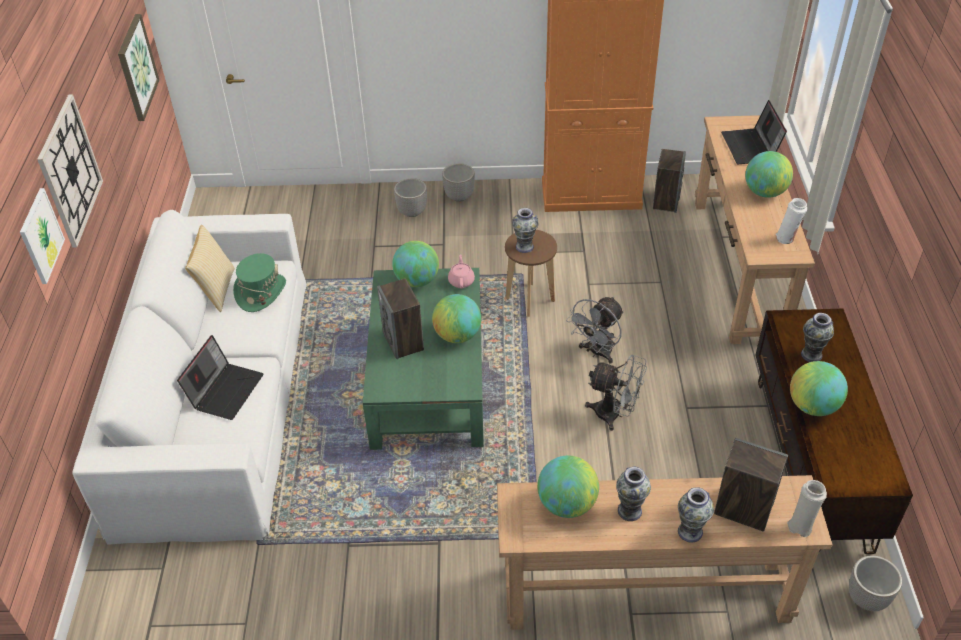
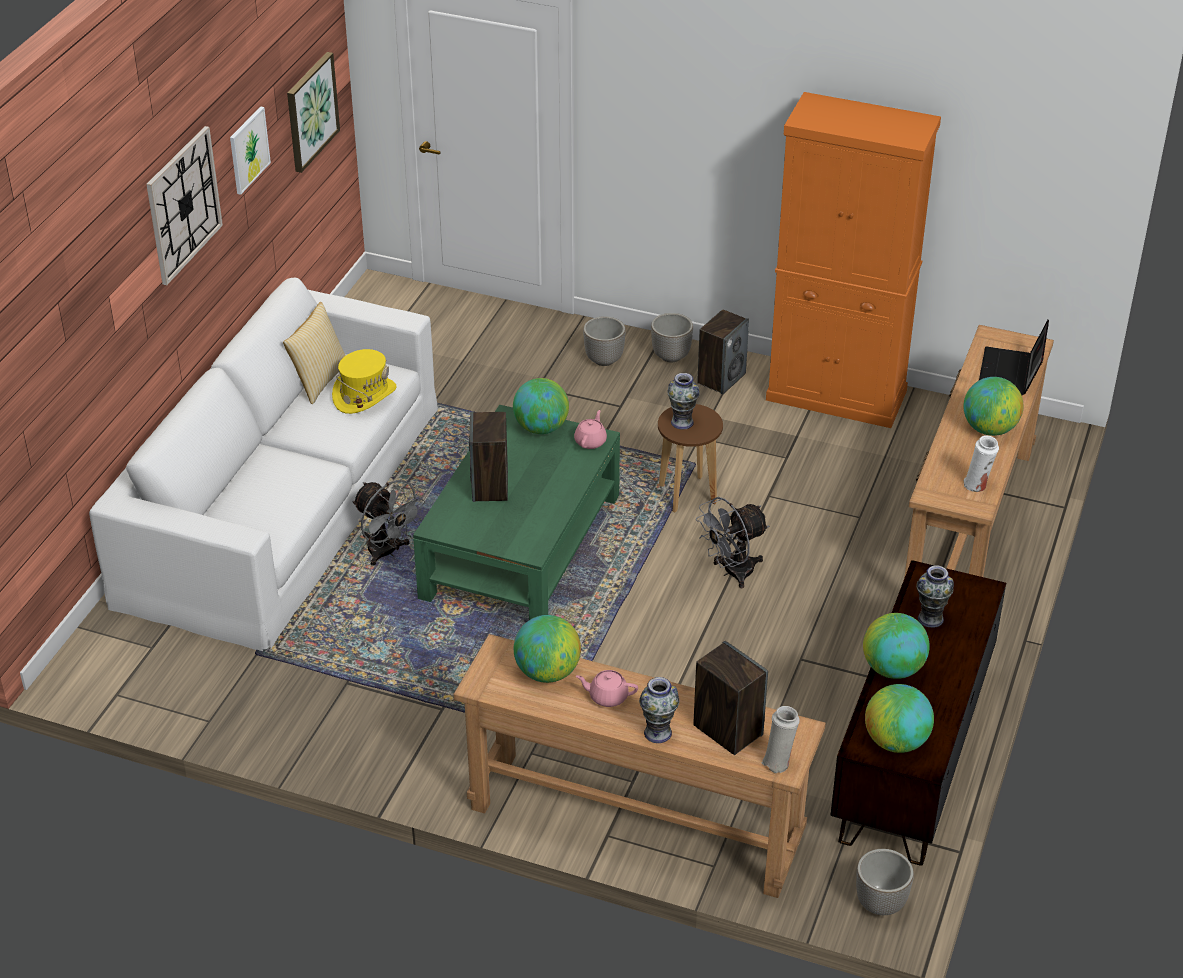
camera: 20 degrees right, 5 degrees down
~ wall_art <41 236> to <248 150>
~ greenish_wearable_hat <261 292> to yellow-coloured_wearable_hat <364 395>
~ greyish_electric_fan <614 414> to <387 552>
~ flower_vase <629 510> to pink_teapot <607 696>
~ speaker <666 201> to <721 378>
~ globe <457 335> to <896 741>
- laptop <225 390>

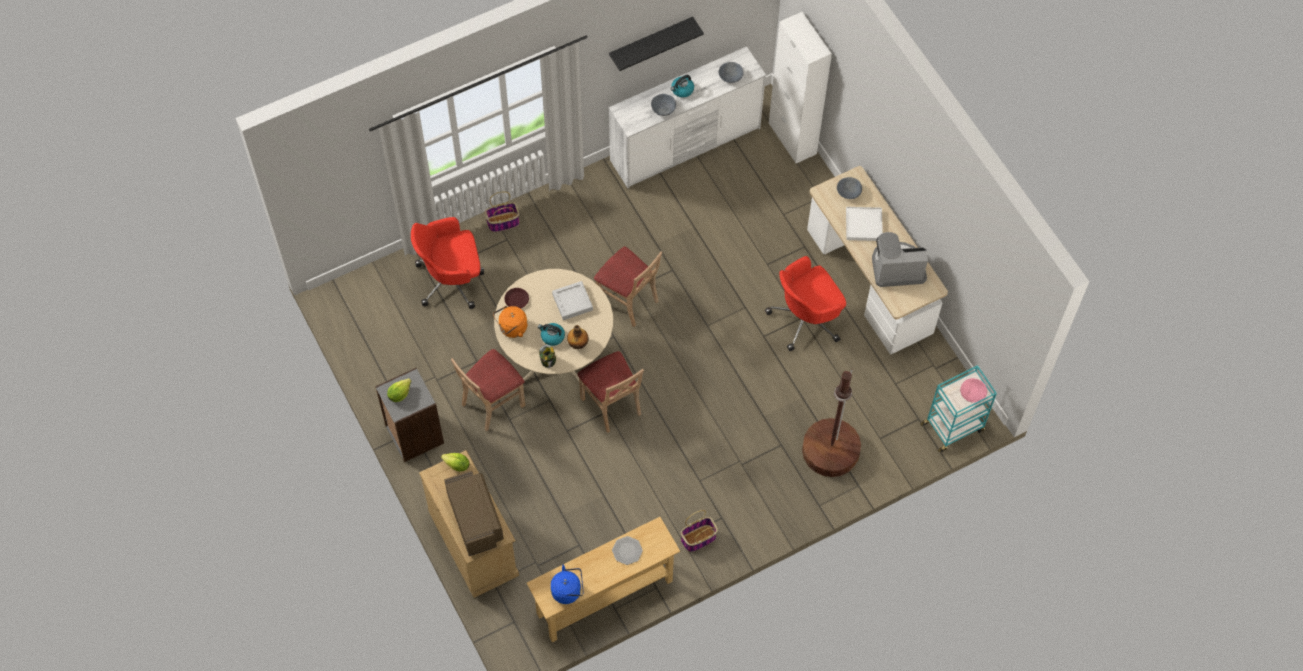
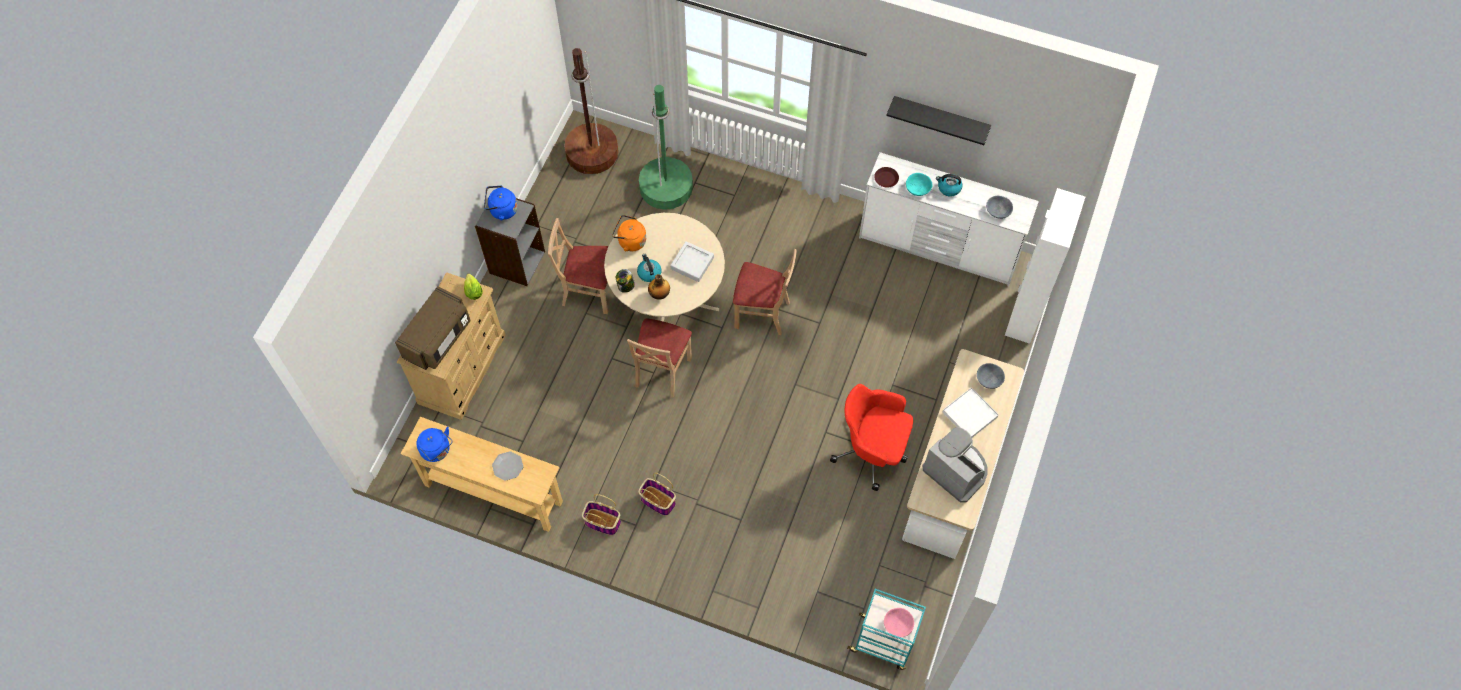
camera: 50 degrees right, 0 degrees up
~ lettuce <399 394> to blue-coloured_kettle <502 210>
~ brown_floor_lamp <830 451> to <592 153>
~ reddish_office_chair <451 279> to greenish_floor_lamp <666 187>
~ basket <502 222> to <657 501>
~ sand-coloured_upright_chair <628 301> = <762 313> 75 degrees counterclockwise
~ brown_dinner_plate <516 300> to <886 179>
~ greyish_bowl <663 108> to blue-green_bowl <918 188>

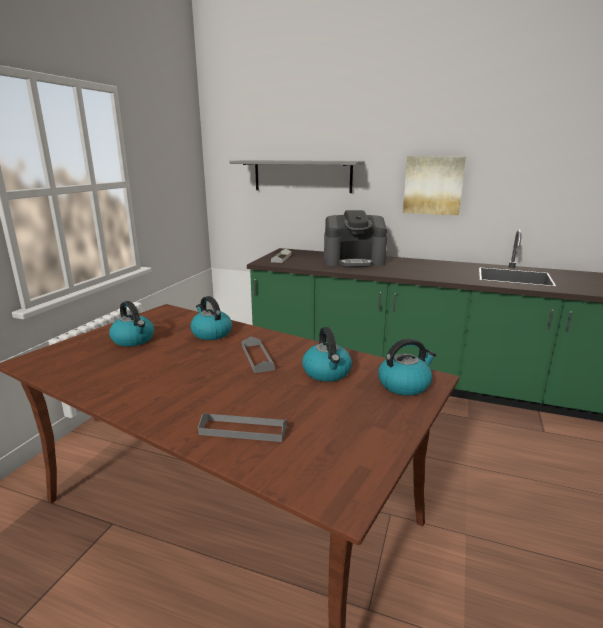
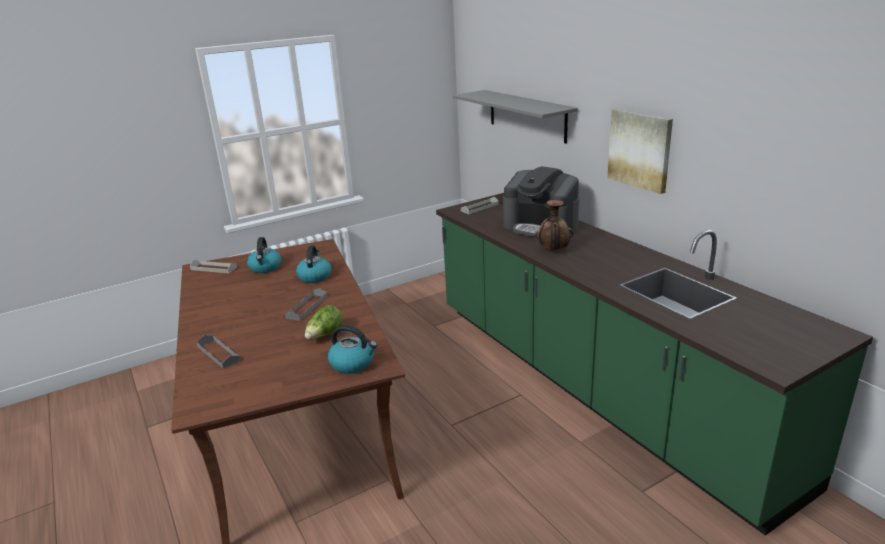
camera: 40 degrees right, 5 degrees up
+ greyish_tray <213 268>
~ kettle <327 373> to lettuce <325 335>
+ flower_vase <553 250>

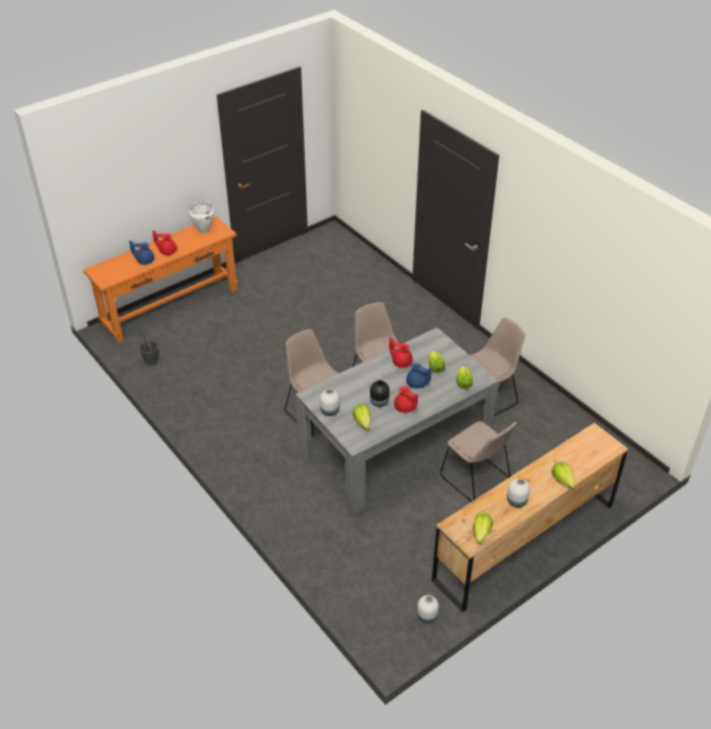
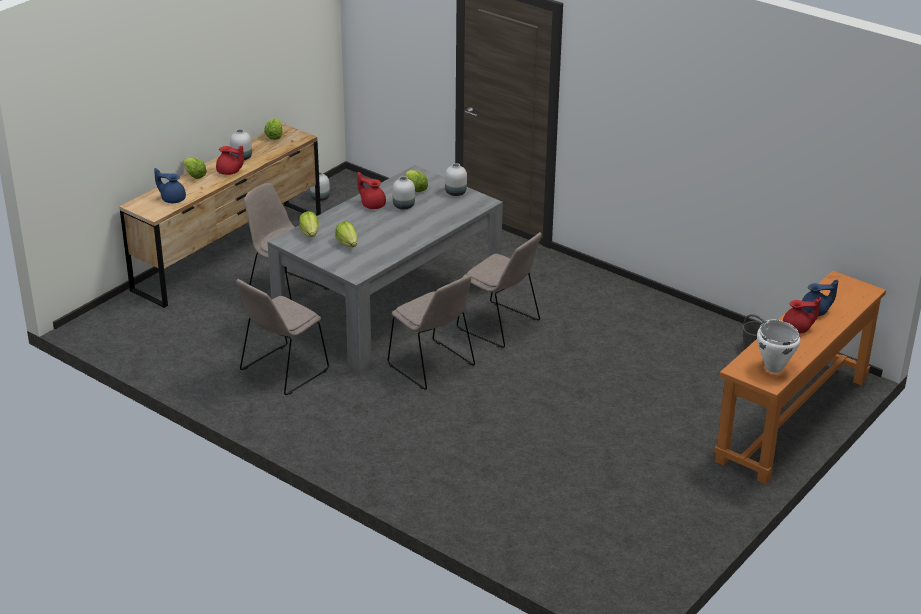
camera: 165 degrees right, 10 degrees down
~ blue-coloured_teapot <417 384> to <172 199>
~ reddish_teapot <401 362> to <229 172>
~ blackish_flower_vase <380 402> to white_flower_vase <403 206>

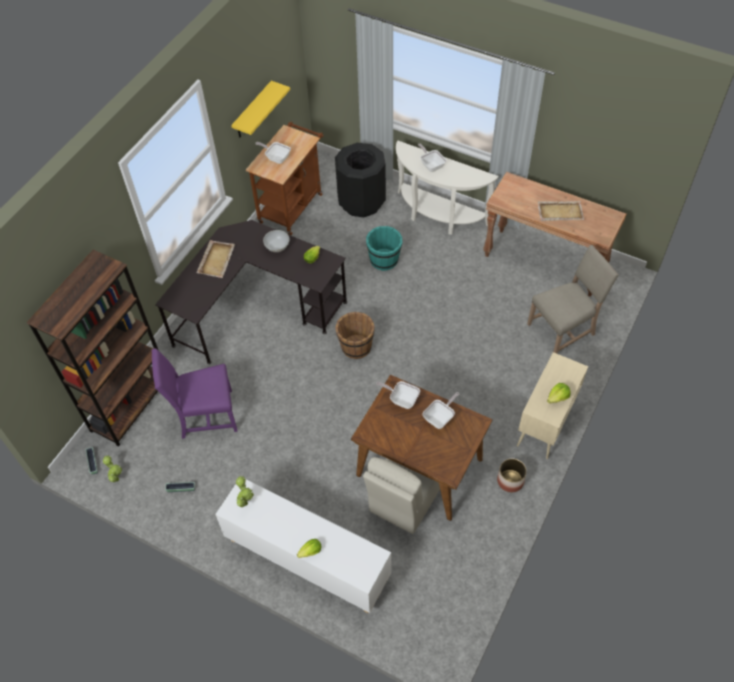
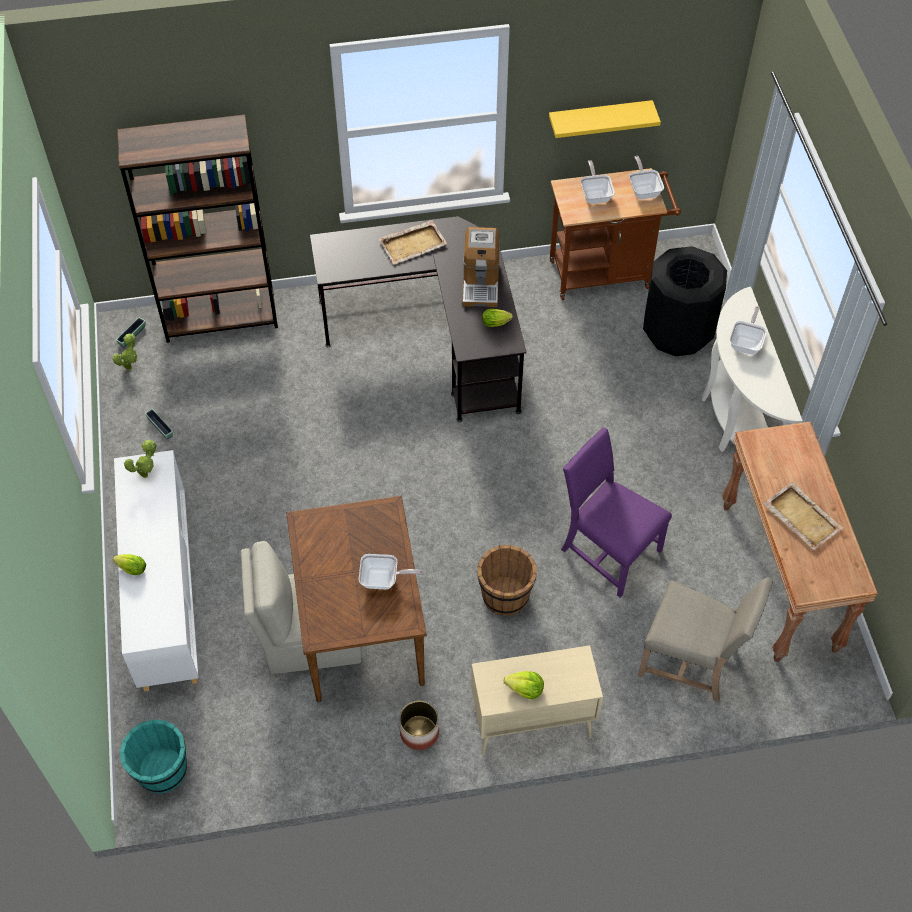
camera: 50 degrees right, 0 degrees up
~ blue-green_bucket <384 260> to <162 771>
~ white_bowl <277 247> to coffee_brewer <481 282>
~ brown_bucket <356 346> to <505 595>
~ purple-coloured_upright_chair <205 415> to <607 550>
~ skillet <401 399> to <644 190>

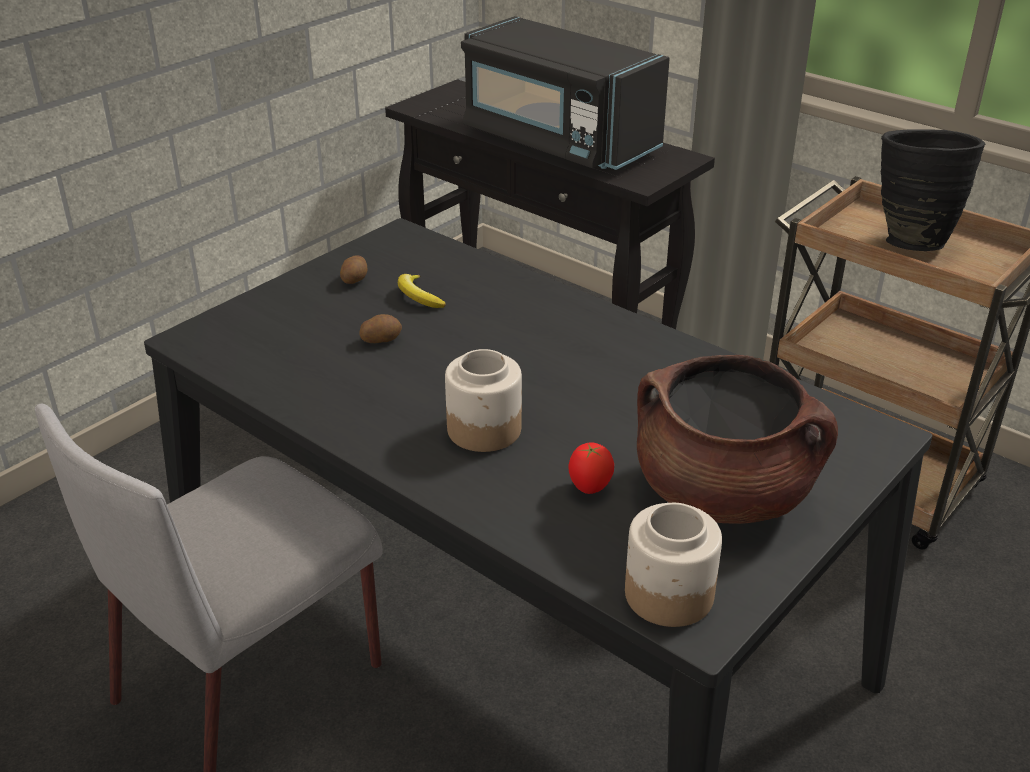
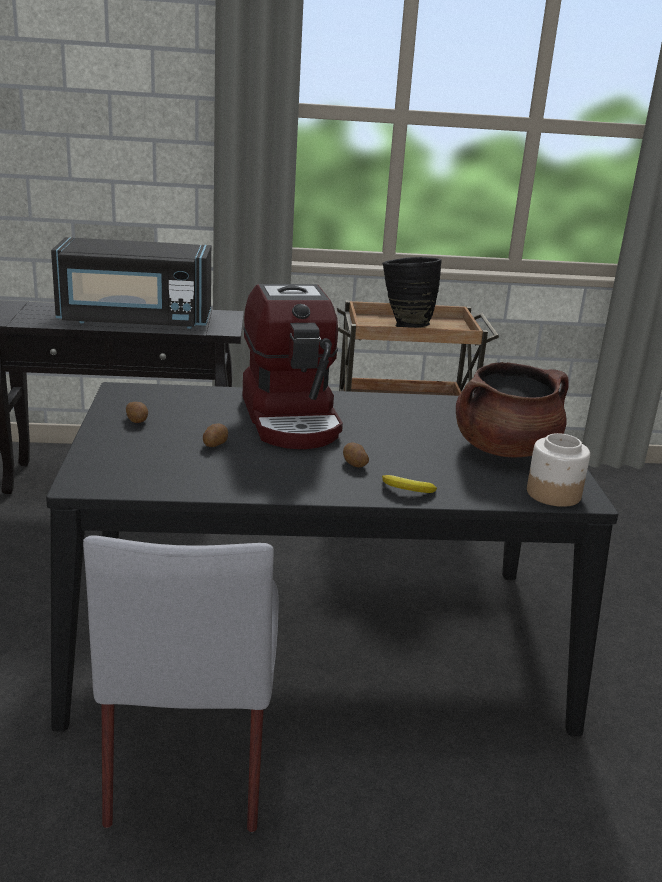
camera: 45 degrees left, 10 degrees down
+ coffee_brewer <292 418>
~ jar <485 429> to spud <354 464>
~ banana <418 297> to <406 490>
- whole_tomato <589 488>

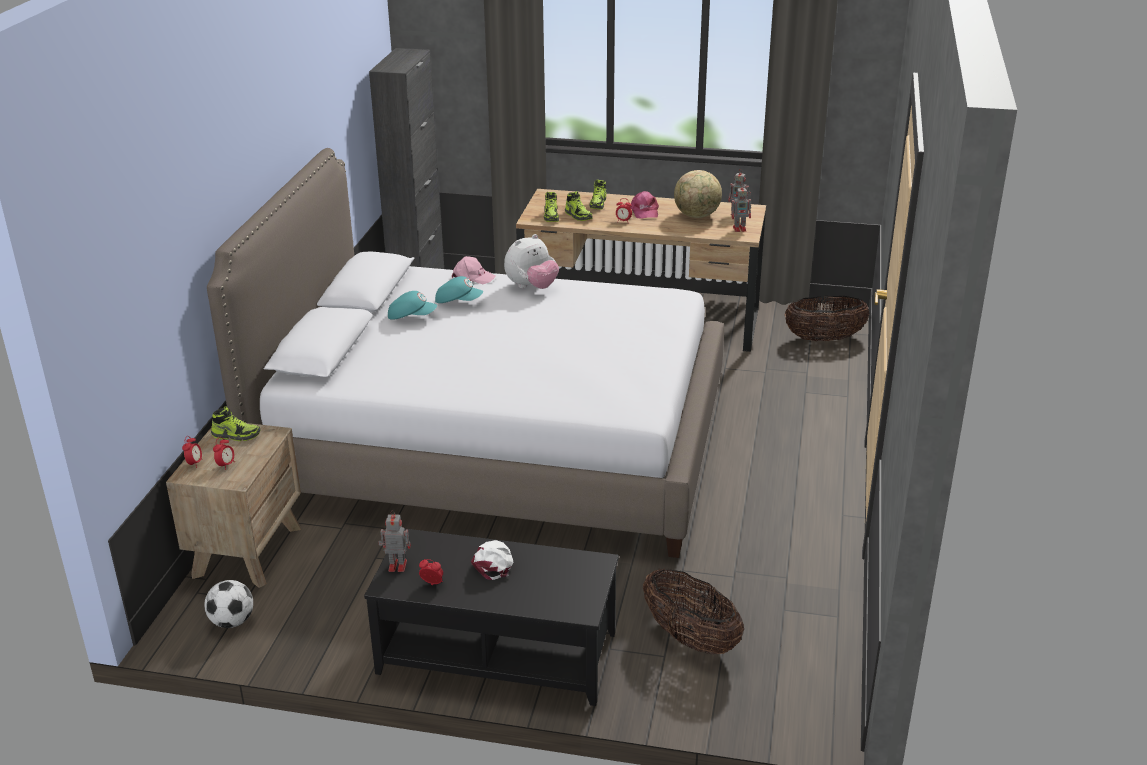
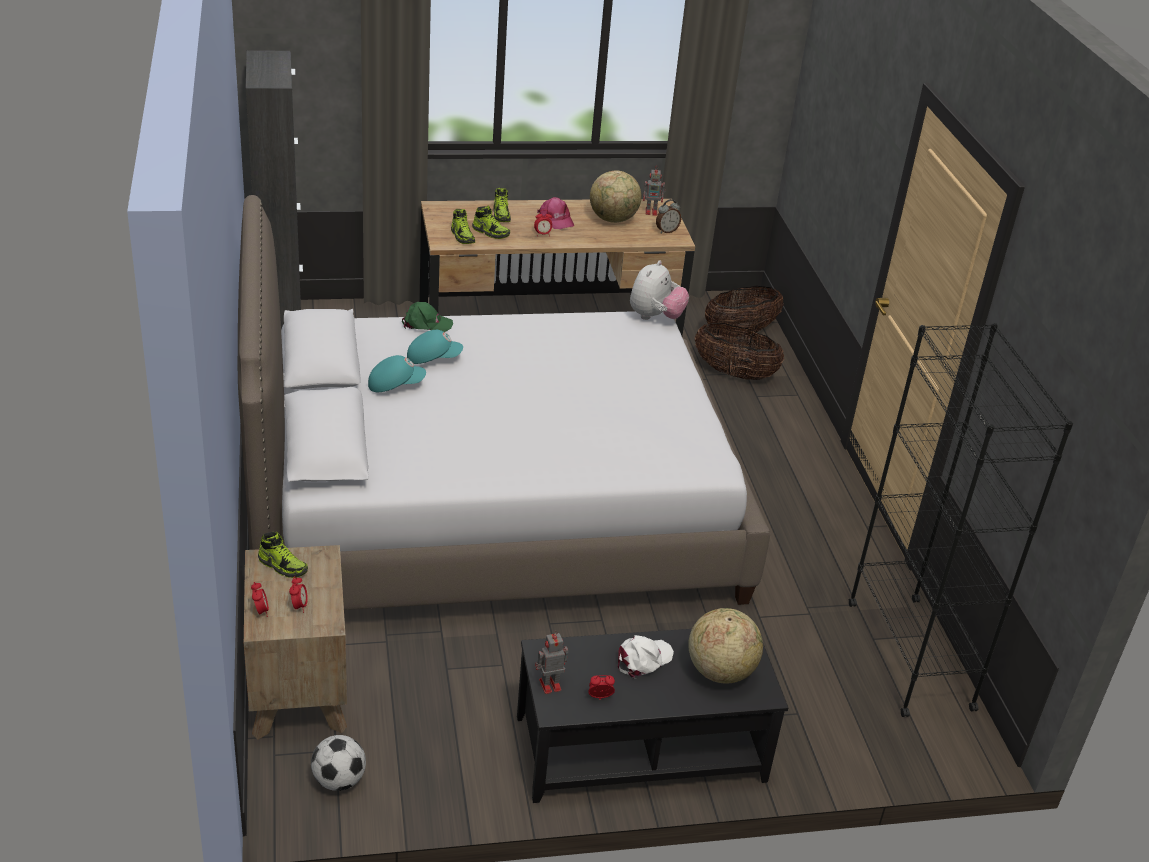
camera: 25 degrees left, 5 degrees up
~ low_shoe <236 435> = <283 566> 45 degrees clockwise
~ pink_peaked_cap <473 277> to greenish_peaked_cap <426 324>
~ white_peaked_cap <493 562> = <643 659> 75 degrees clockwise
~ cuddly_toy <532 287> to <655 317>
~ robot_figure <740 229> to table_clock <666 231>
+ globe <720 671>
~ basket <690 638> to <734 373>
+ blackish_bookcase <909 654>

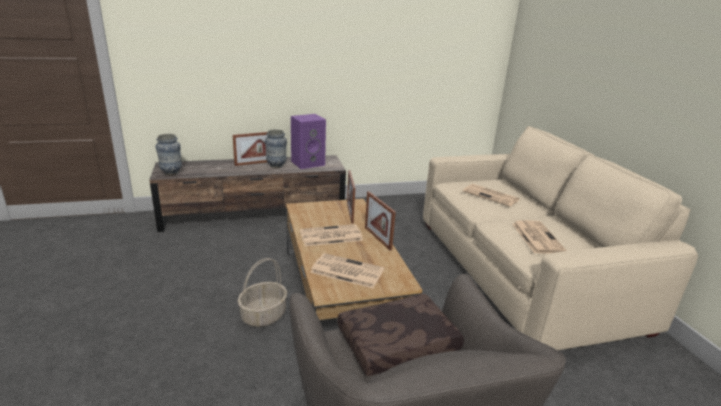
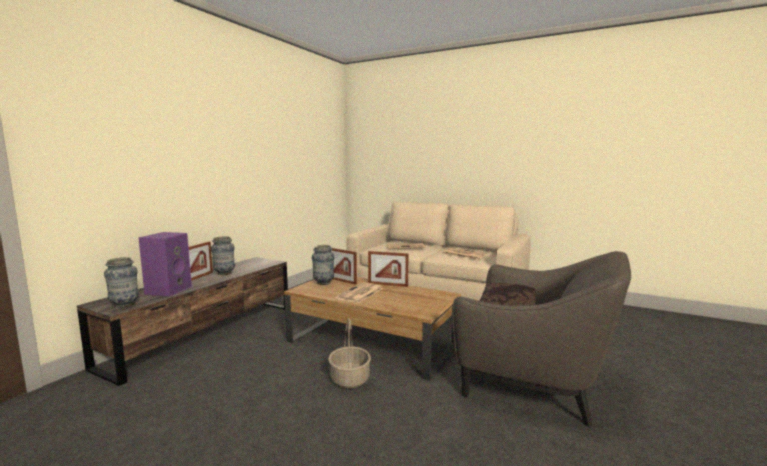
camera: 45 degrees left, 15 degrees down
~ purple-coloured_speaker <308 163> to <168 290>
+ flower_vase <323 283>
- newspaper <346 271>

